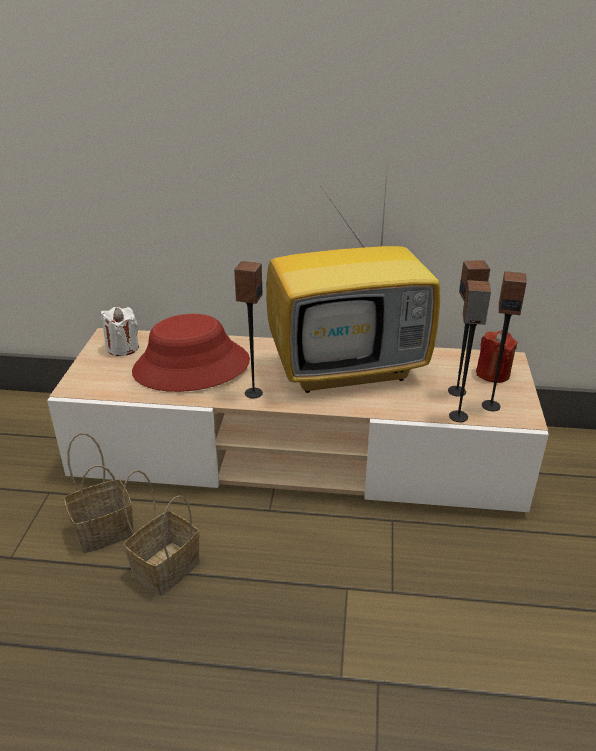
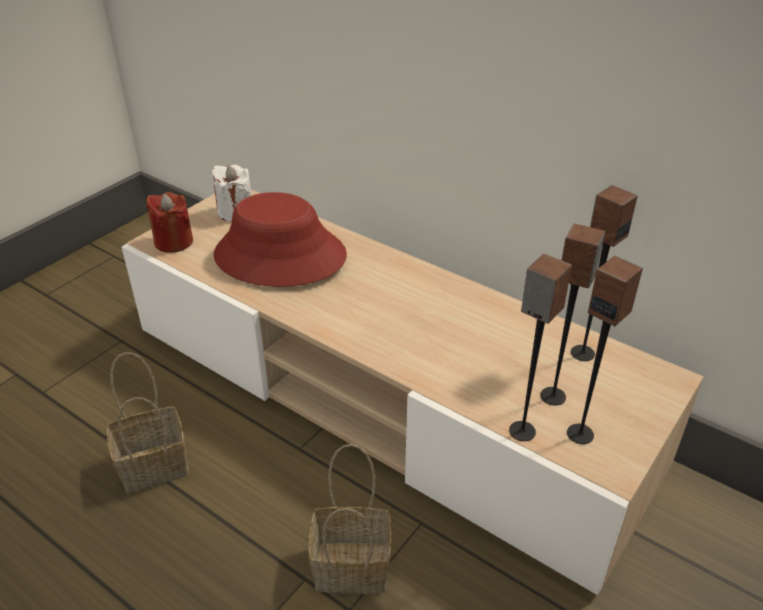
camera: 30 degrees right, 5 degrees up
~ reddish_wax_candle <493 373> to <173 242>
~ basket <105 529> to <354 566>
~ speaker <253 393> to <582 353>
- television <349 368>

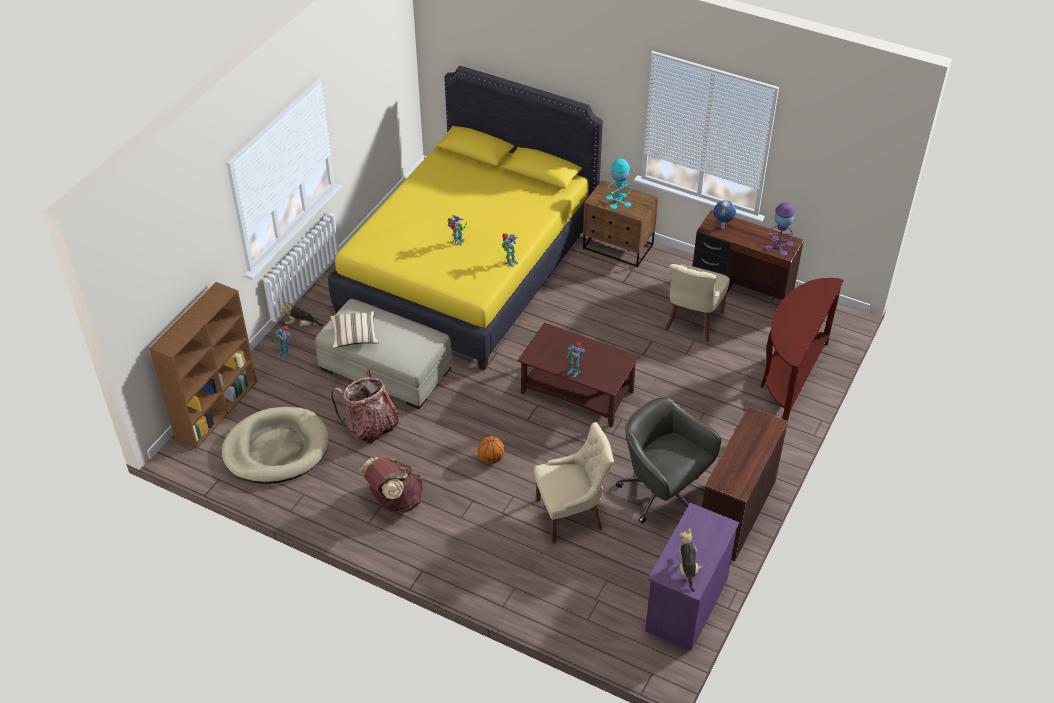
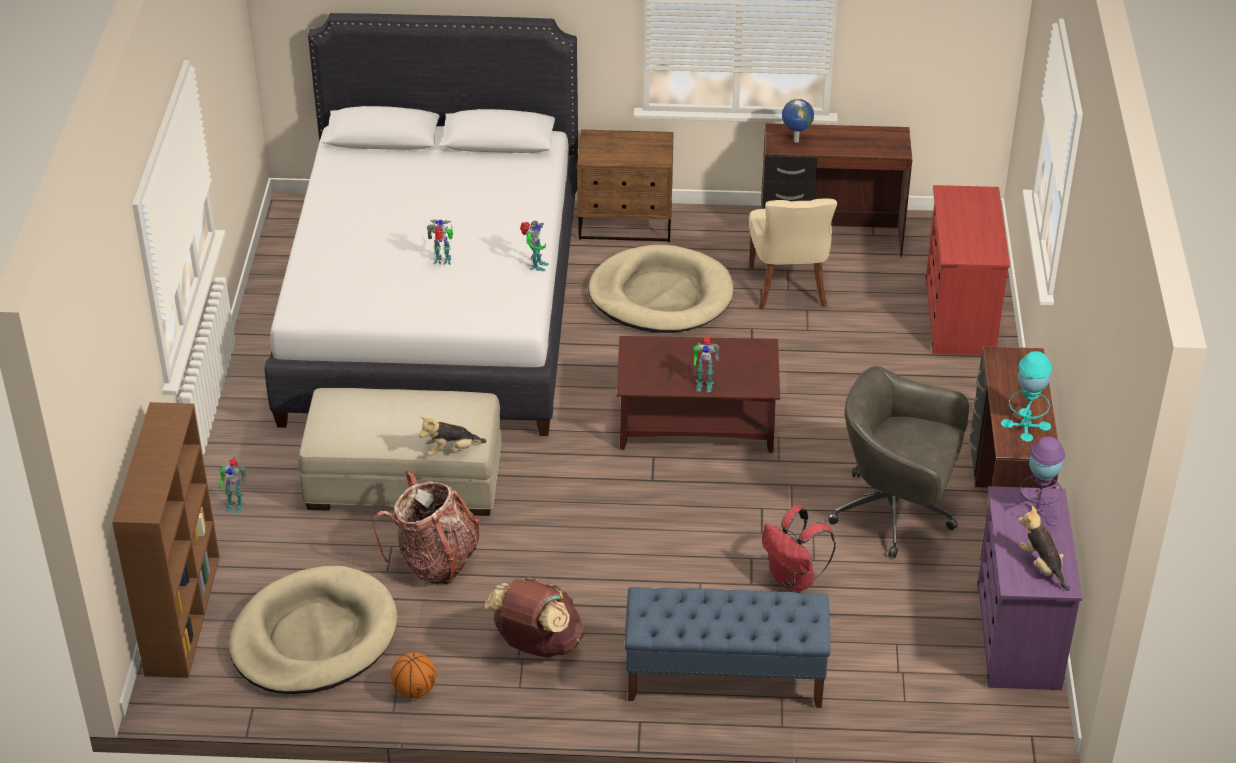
camera: 25 degrees left, 5 degrees down
~ yellow-coloured_bedroom_bed <468 267> to white_bedroom_bed <432 310>
~ basketball_ball <491 459> to <414 690>
~ cuddly_toy <301 324> to <451 450>
+ sand-coloured_pet_bed <661 295>
+ blue-coloured_indoor_bench <724 677>
~ sand-coloured_upright_chair <571 515> to reddish_knapsack <794 579>
~ brown_console_table <790 376> to reddish_chest_of_drawers <959 317>
~ blue-green_lamp_for_a_table <618 201> to <1025 425>
~ purple-coloured_lamp_for_a_table <778 246> to <1037 511>
- sand-coloured_pillow <354 336>

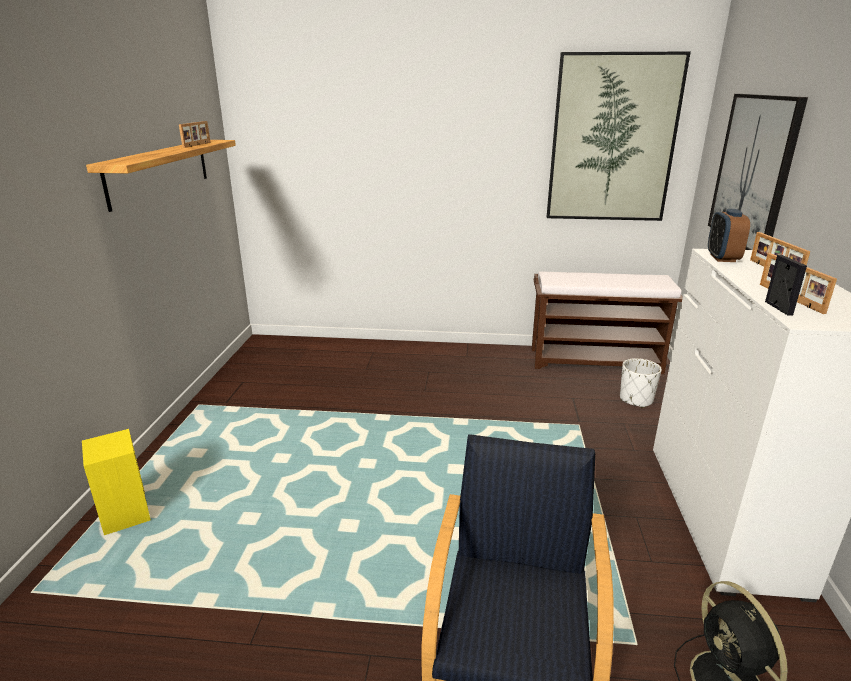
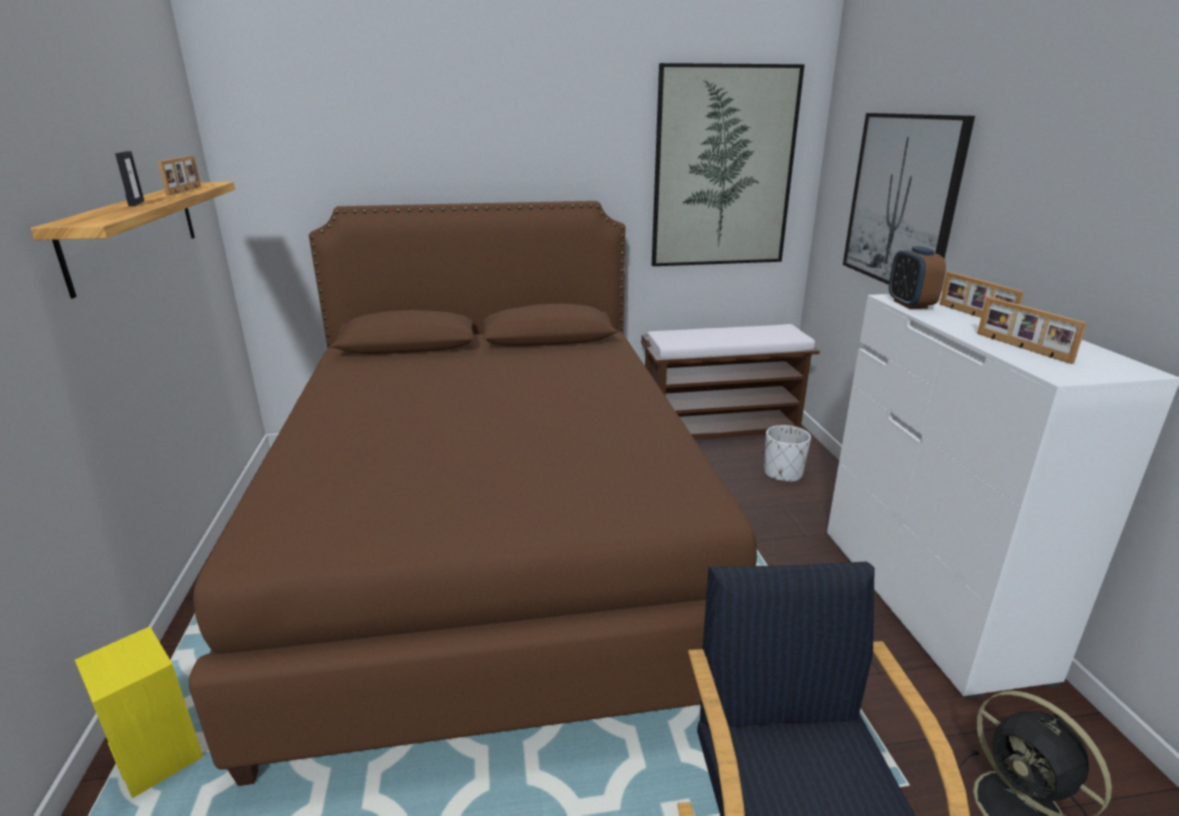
camera: 15 degrees left, 0 degrees up
~ standing_frame <778 308> to <136 203>
+ brown_bedroom_bed <492 544>

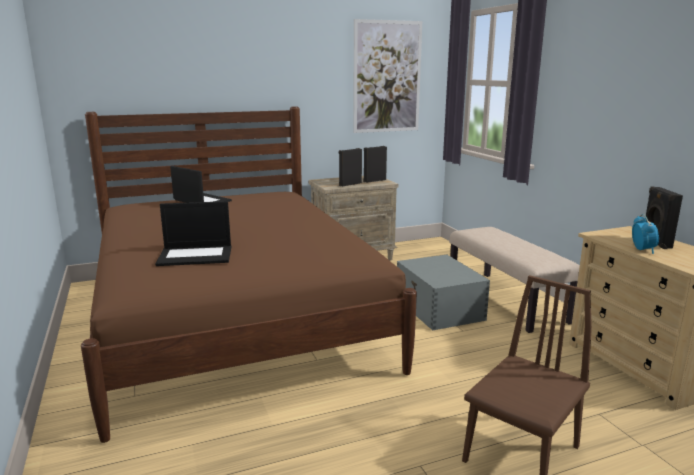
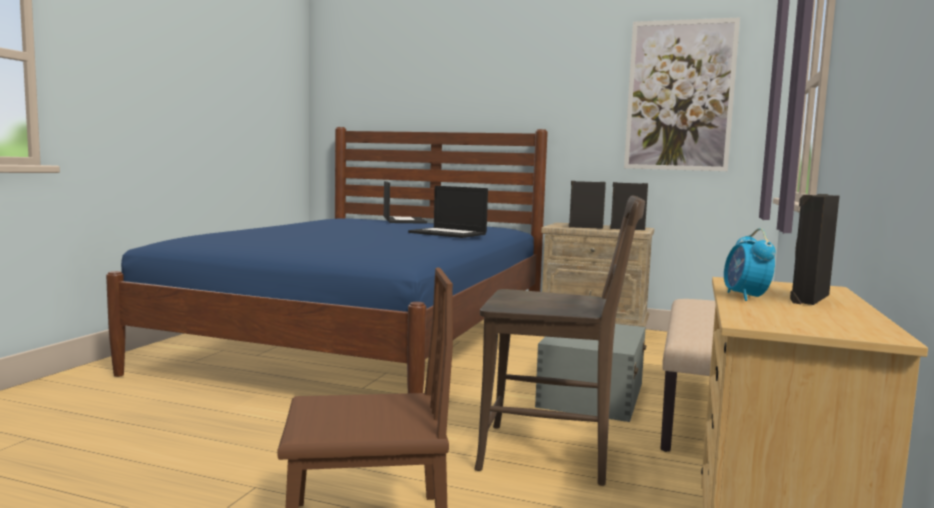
camera: 40 degrees right, 10 degrees down
~ brown_bedroom_bed <233 319> to blue-coloured_bedroom_bed <365 343>
~ laptop <196 255> to <449 233>
+ brown_upright_chair <553 455>
~ table_clock <642 250> = <745 297> 135 degrees clockwise

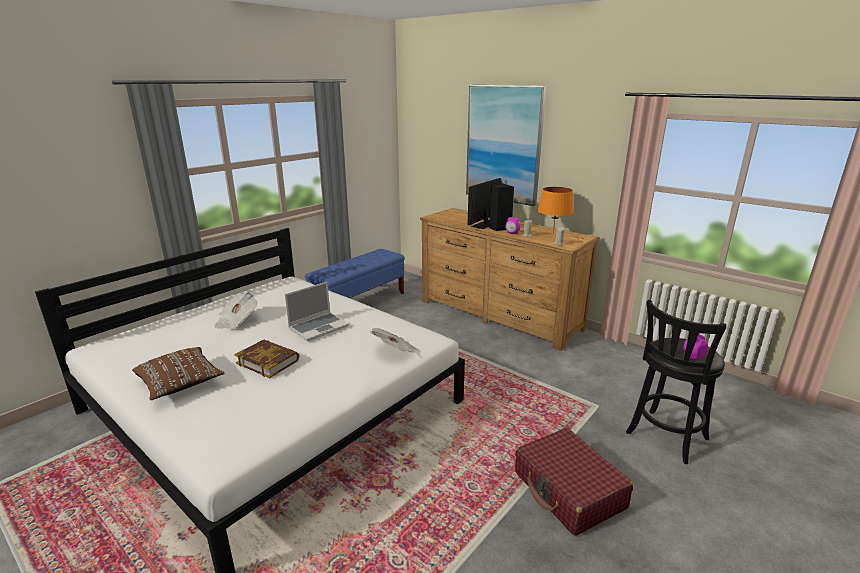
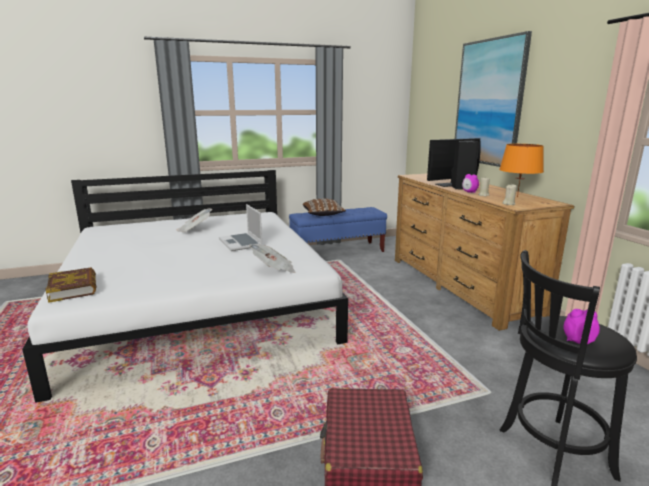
camera: 30 degrees right, 5 degrees down
~ volume <268 361> to <73 288>
~ laptop <319 327> = <241 243> 75 degrees clockwise
~ brown_pillow <180 383> to <323 215>

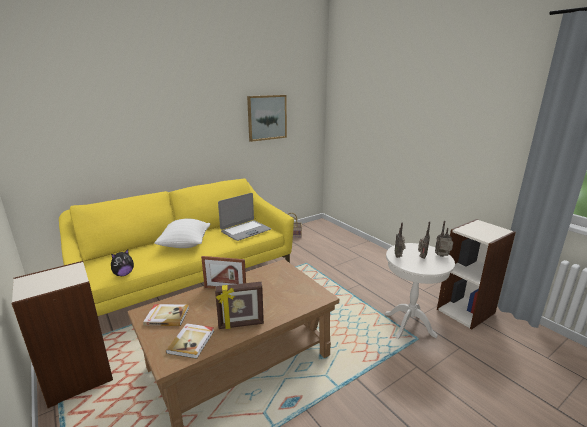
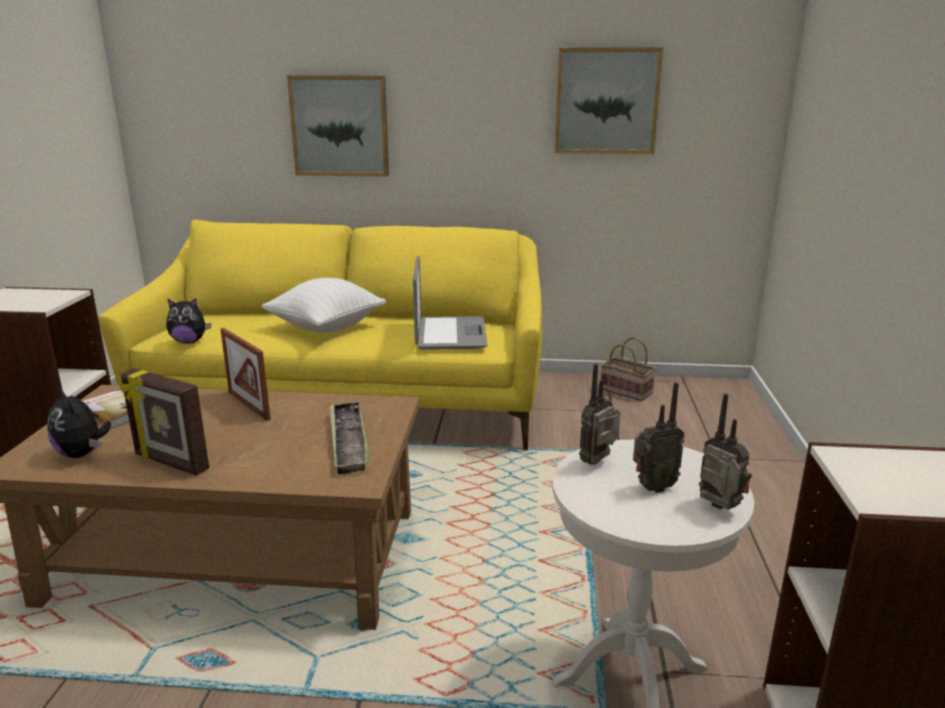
camera: 40 degrees right, 0 degrees up
~ volume <192 341> to cuddly_toy <82 454>
+ wall_art <340 126>
+ tray <348 441>
~ laptop <245 231> = <449 334> 90 degrees counterclockwise

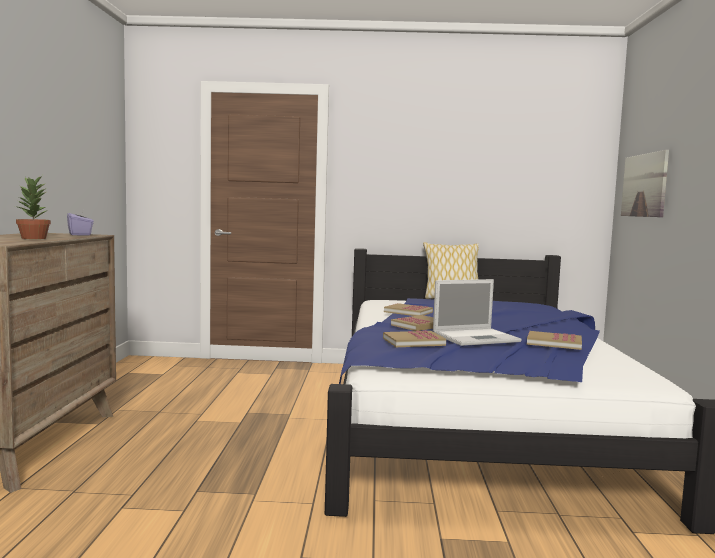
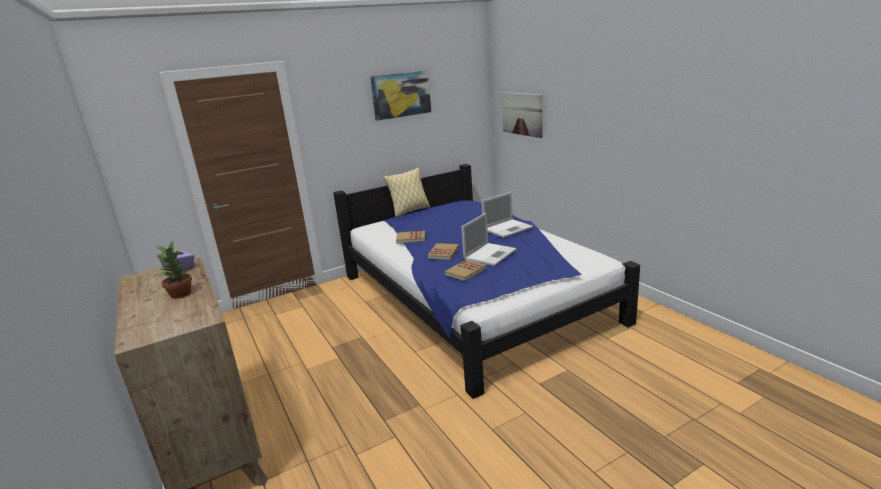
camera: 30 degrees left, 15 degrees up
+ wall_art <401 95>
+ laptop <508 228>
- volume <554 343>

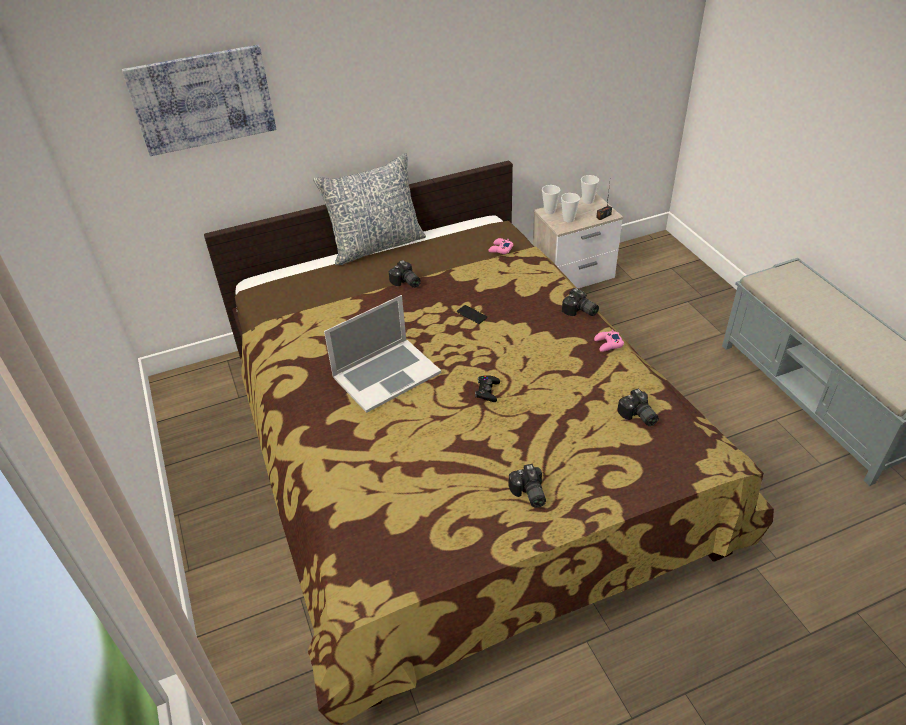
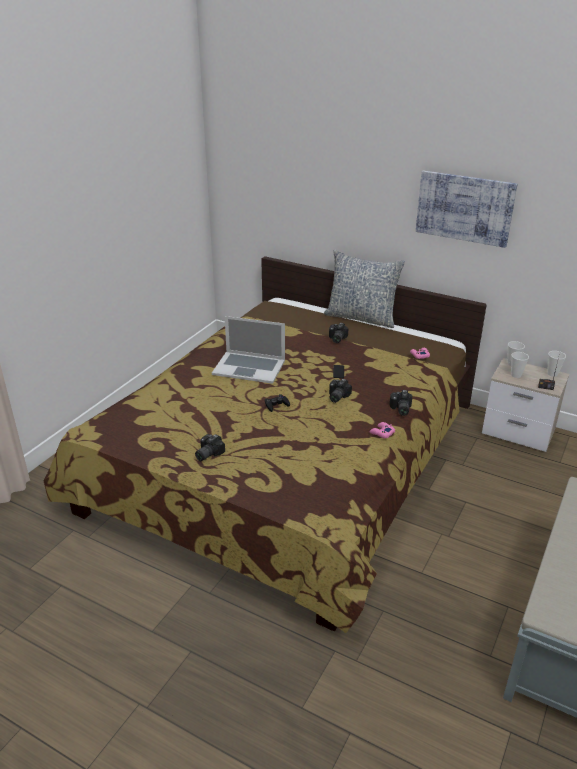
camera: 50 degrees right, 10 degrees down
~ photo_camera <637 416> to <336 397>
~ wall_art <203 99> to <464 208>

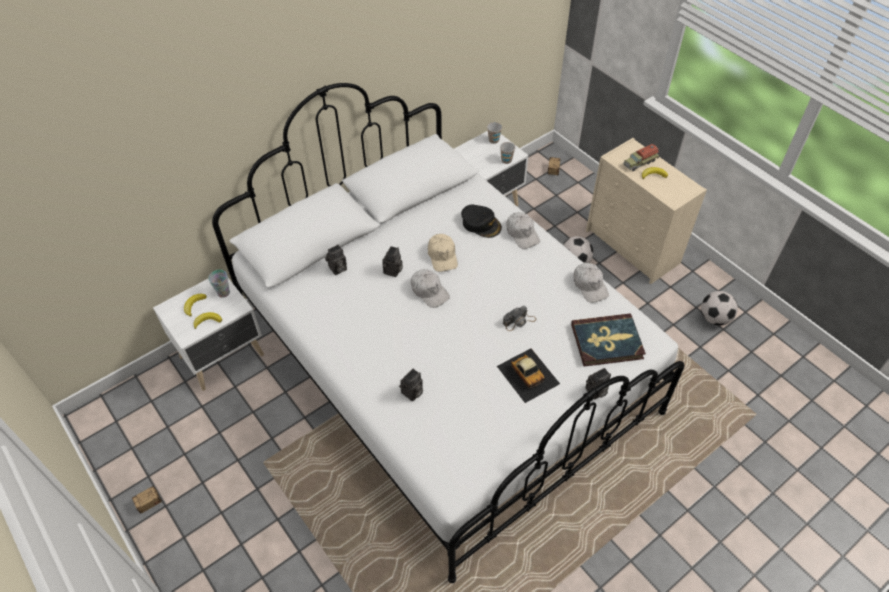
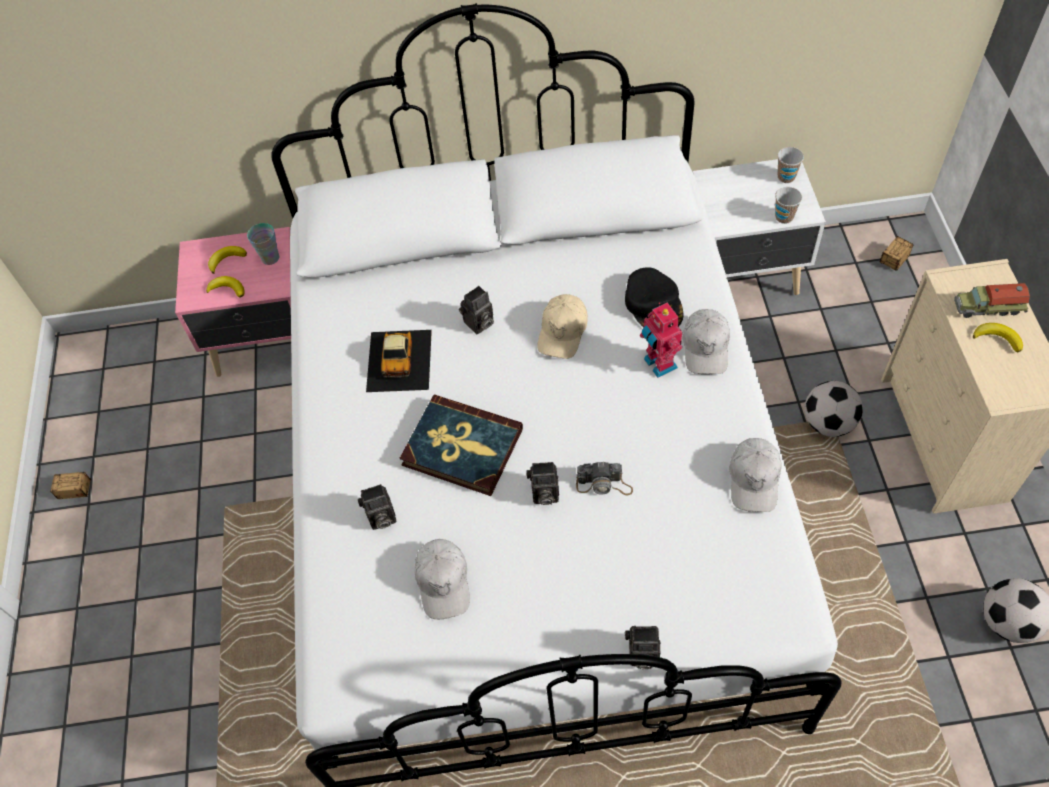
camera: 35 degrees right, 5 degrees up
~ white_bedside_table <224 356> to pink_bedside_table <267 343>
~ toy_car <528 374> to <399 360>
~ volume <607 342> to <462 448>
~ white_peaked_cap <429 291> to <443 582>
~ photo_camera <337 269> to <543 494>
+ robot_figure <658 364>

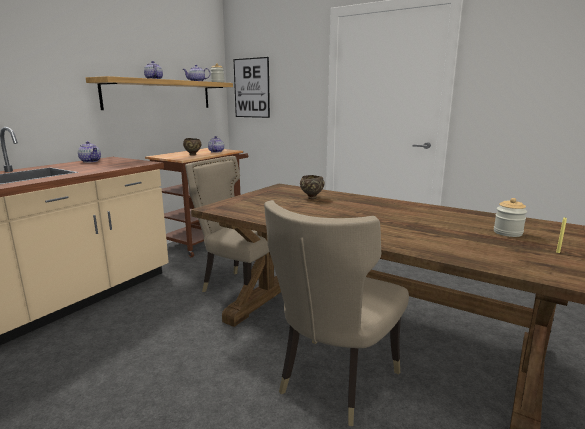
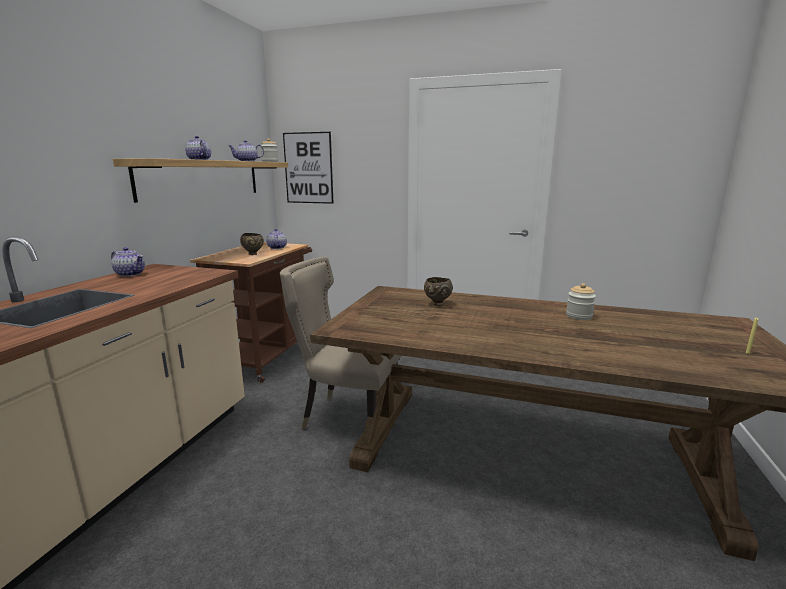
camera: 15 degrees left, 0 degrees up
~ jar <507 233> to <579 316>
- sand-coloured_upright_chair <333 382>

